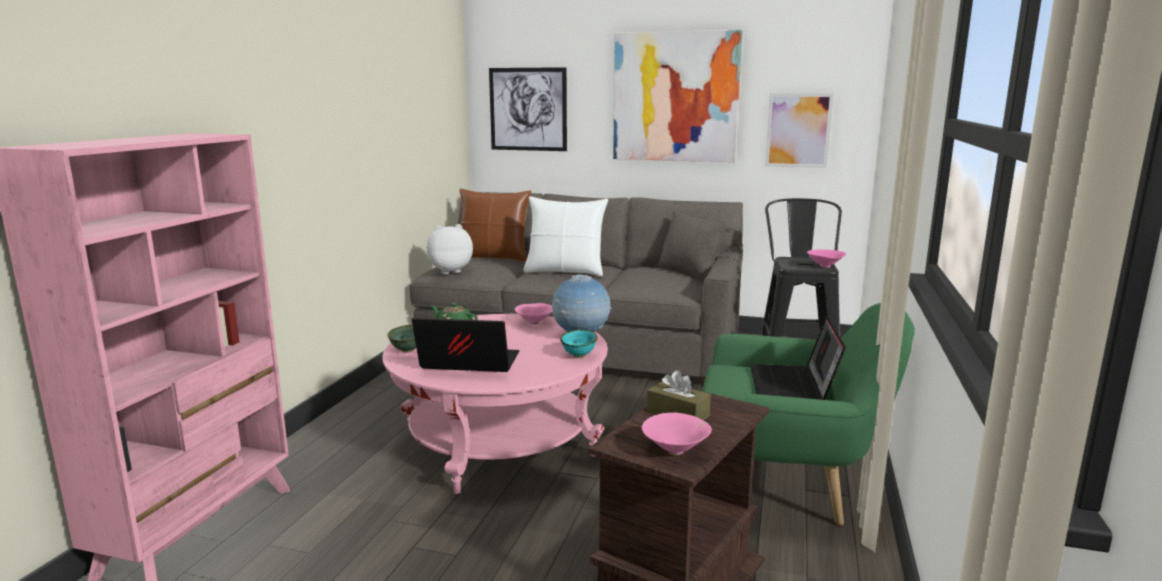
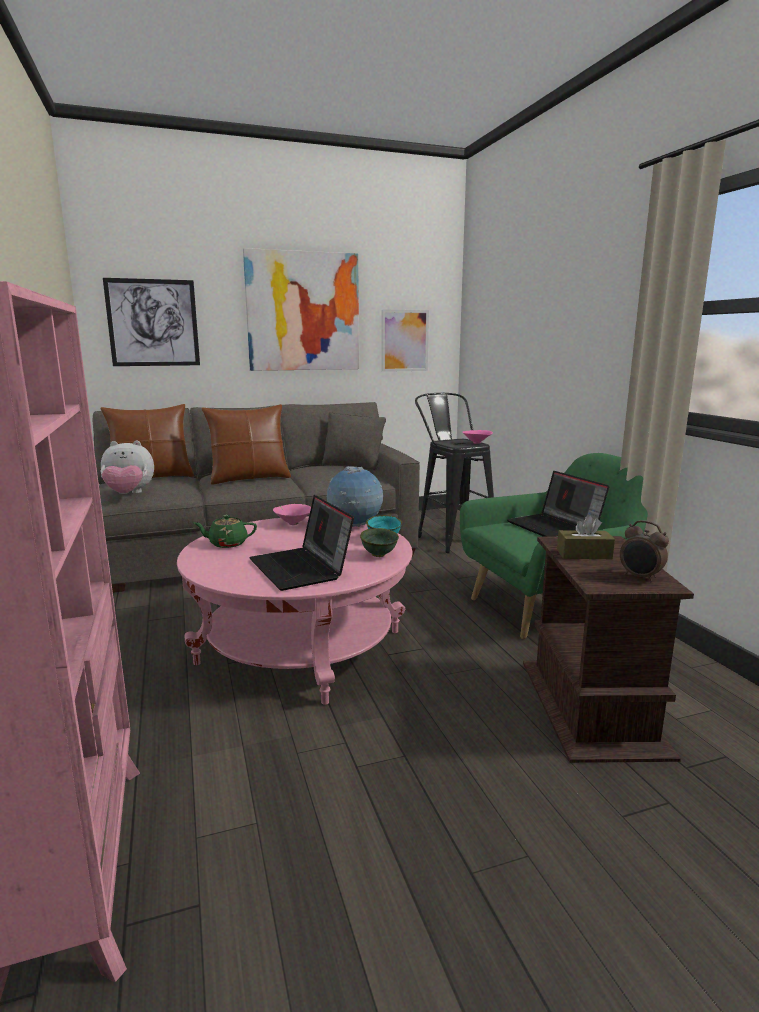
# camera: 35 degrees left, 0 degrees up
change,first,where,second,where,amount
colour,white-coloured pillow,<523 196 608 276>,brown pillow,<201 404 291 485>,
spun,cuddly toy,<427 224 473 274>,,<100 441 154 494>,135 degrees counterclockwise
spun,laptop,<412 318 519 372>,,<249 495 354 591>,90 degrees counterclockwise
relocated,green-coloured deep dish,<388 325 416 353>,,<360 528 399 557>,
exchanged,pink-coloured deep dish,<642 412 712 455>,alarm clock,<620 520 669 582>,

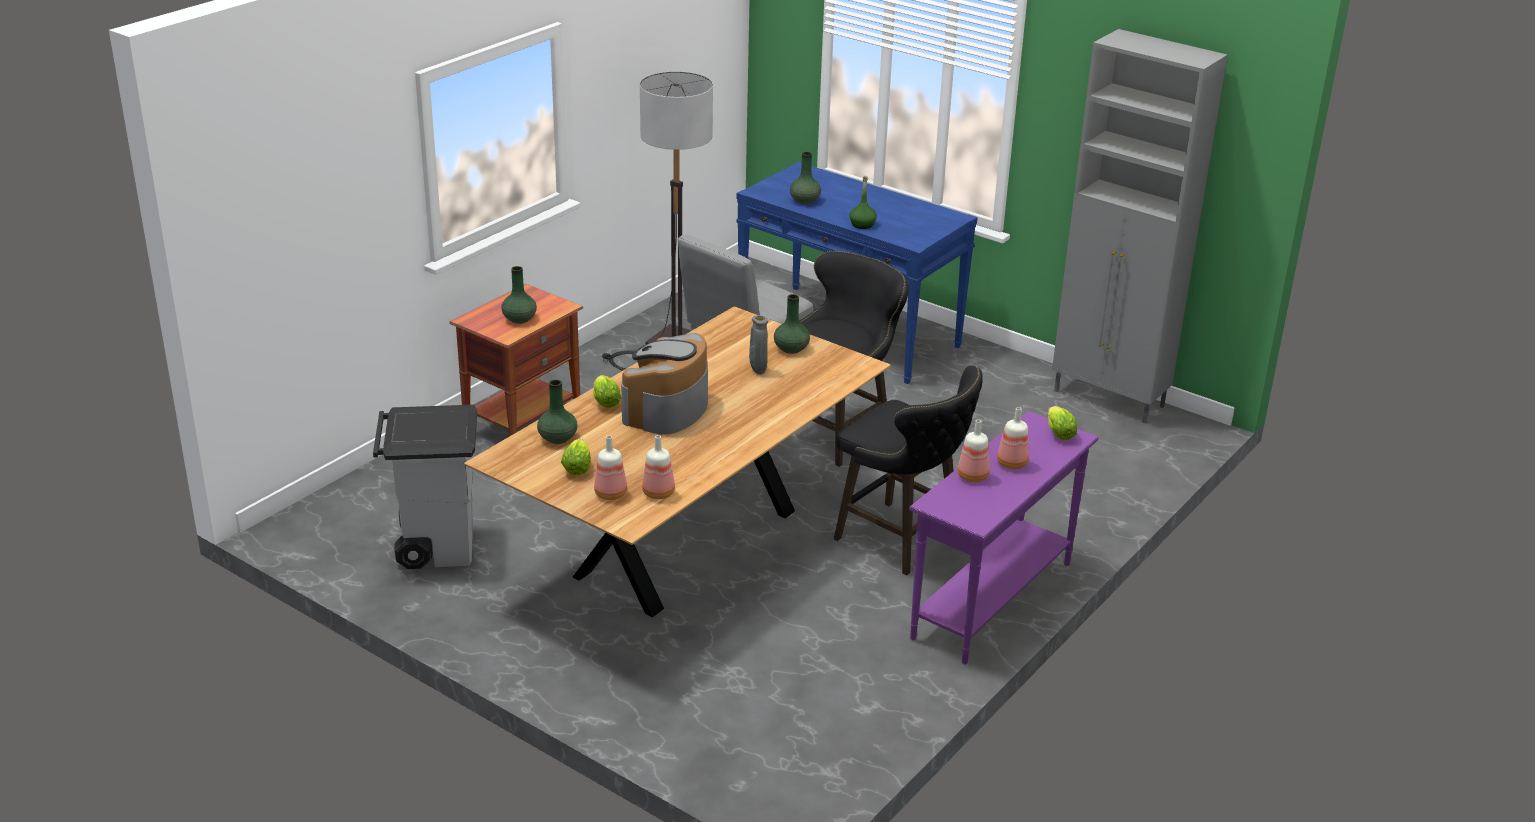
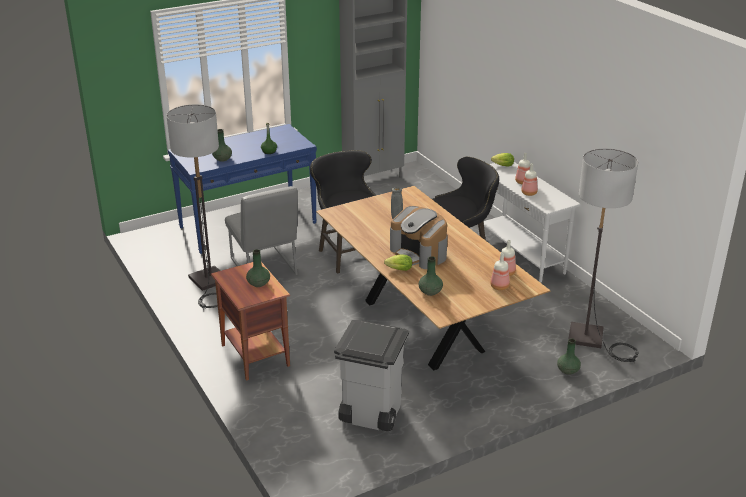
# camera: 65 degrees left, 0 degrees up
change,first,where,second,where,amount
relocated,green-coloured vase,<774 294 810 354>,,<557 338 581 375>,
colour,purplish narrow table,<909 411 1099 665>,white-coloured narrow table,<479 162 581 283>,
missing,lettuce,<561 439 591 475>,,,
appeared,,,floor lamp,<568 148 638 362>,

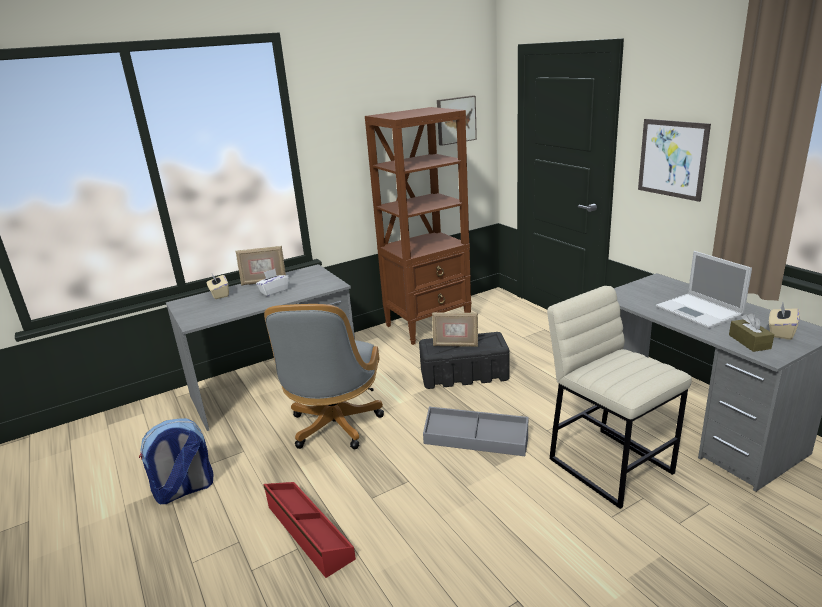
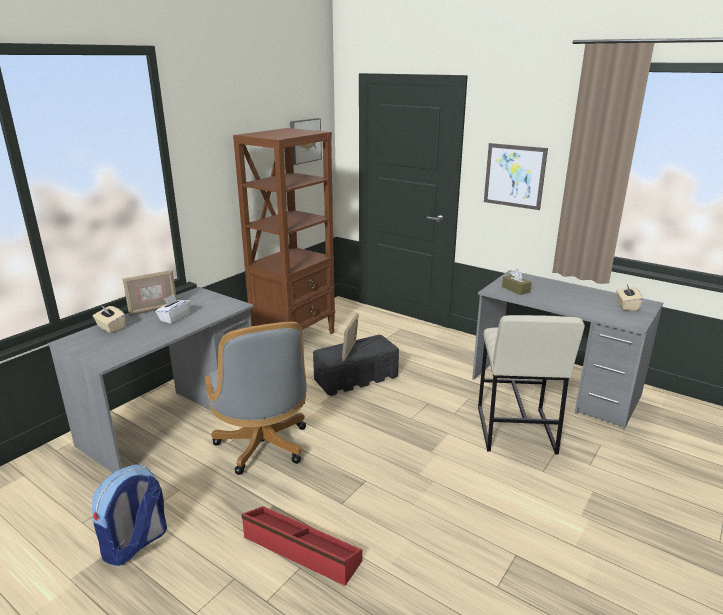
# camera: 25 degrees left, 0 degrees up
change,first,where,second,where,amount
missing,laptop,<656 251 752 329>,,,
spun,beige-coloured chair,<547 286 692 509>,,<478 315 585 454>,120 degrees counterclockwise
spun,picture frame,<432 312 478 347>,,<342 313 359 361>,120 degrees clockwise
relocated,brown box of tissues,<729 313 774 352>,,<502 269 532 295>,
missing,gray storage bin,<423 407 529 456>,,,

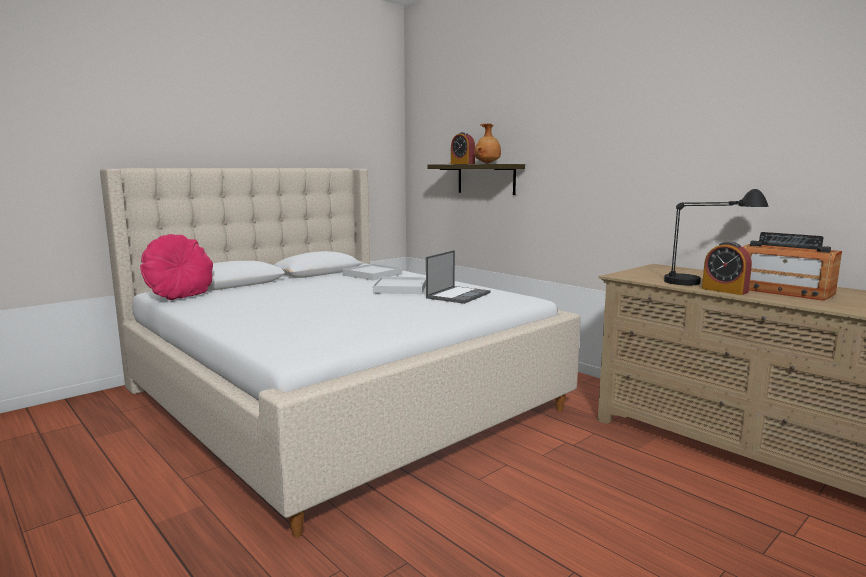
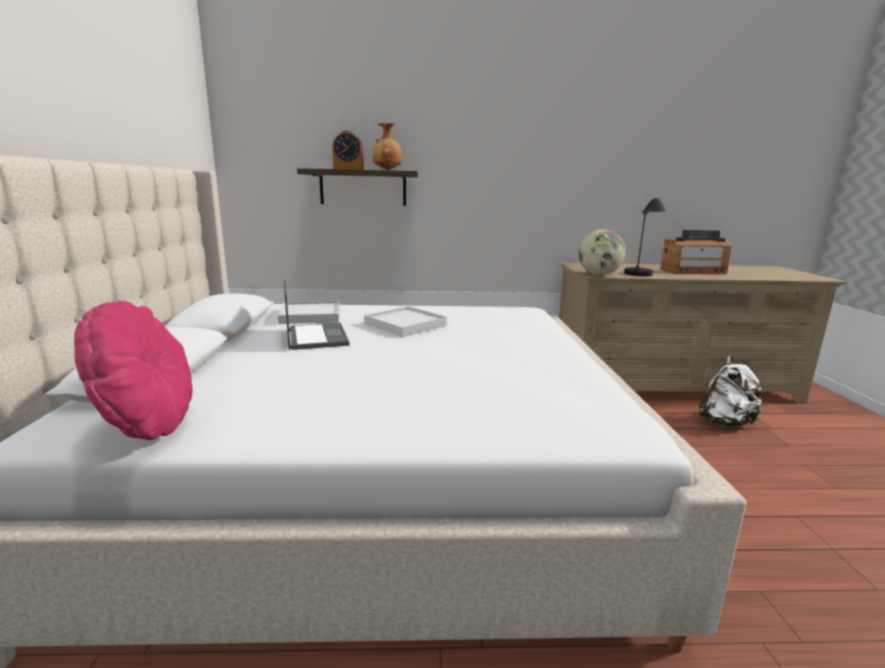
# camera: 50 degrees left, 5 degrees up
change,first,where,second,where,amount
missing,alarm clock,<702 242 752 295>,,,
relocated,laptop,<426 250 490 304>,,<284 280 350 350>,
appeared,,,world globe,<578 229 626 275>,
appeared,,,white-coloured rucksack,<699 356 765 427>,

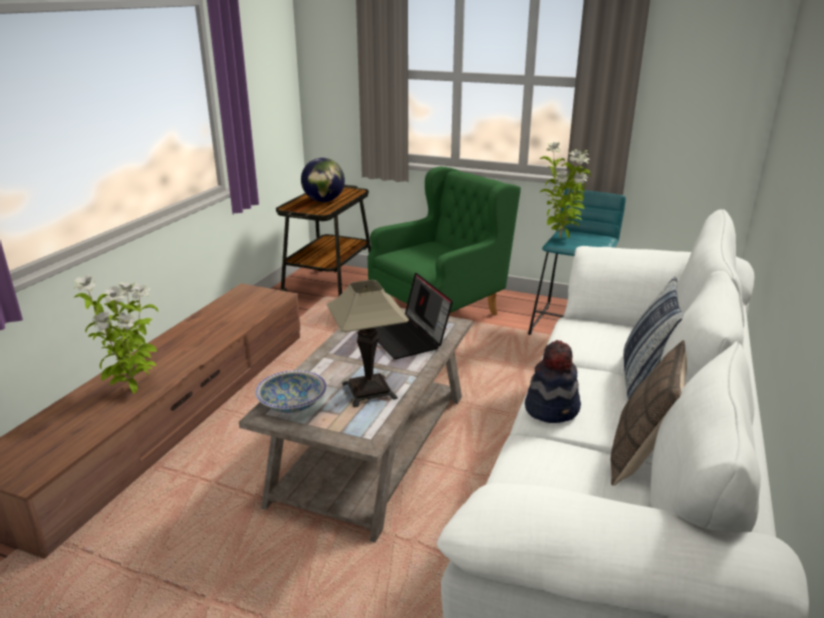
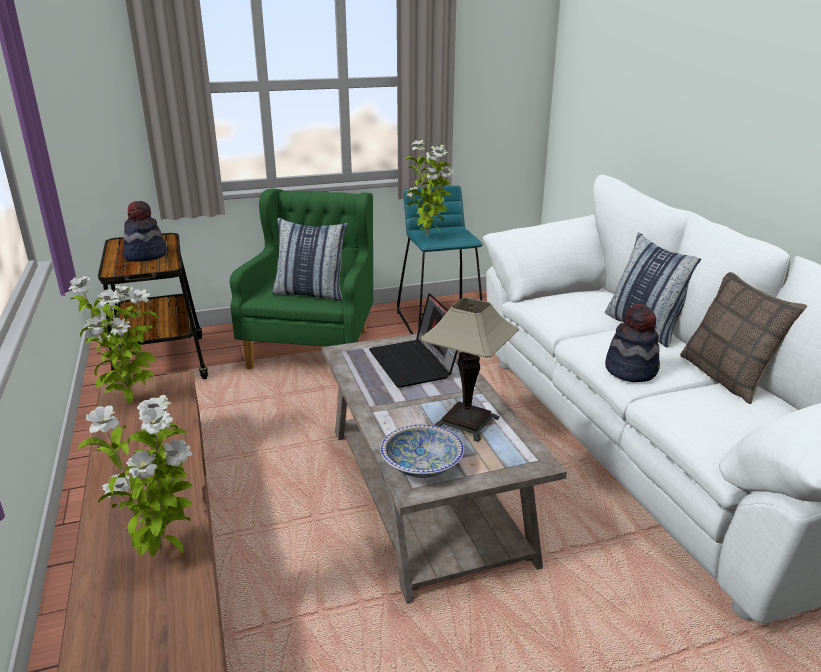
# camera: 40 degrees left, 0 degrees up
change,first,where,second,where,amount
exchanged,world globe,<301 158 345 202>,hat,<122 201 167 262>,
spun,laptop,<373 273 453 359>,,<369 293 458 388>,45 degrees clockwise
appeared,,,pillow,<272 218 348 301>,
appeared,,,houseplant,<69 276 158 404>,

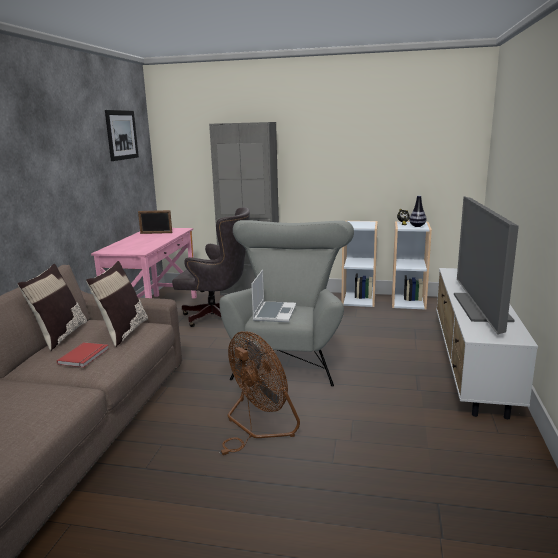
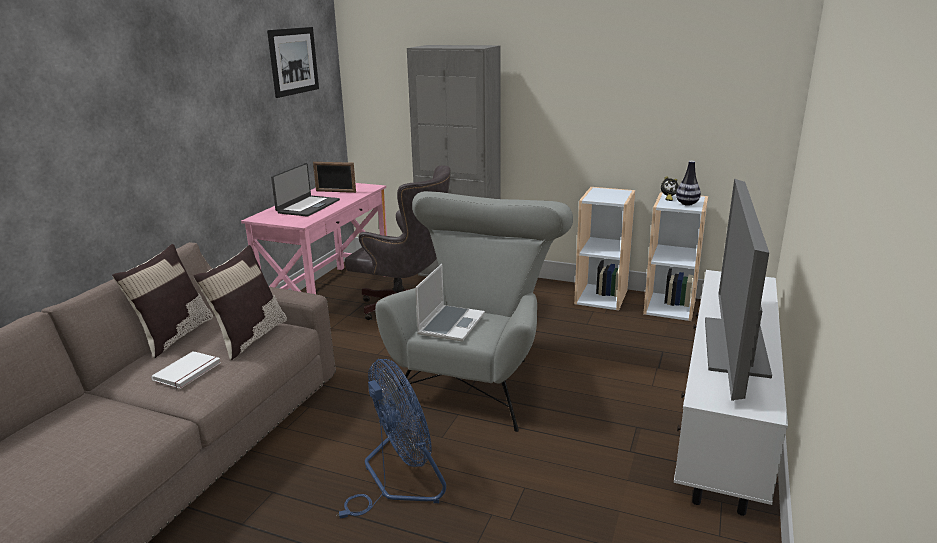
# camera: 10 degrees right, 5 degrees up
change,first,where,second,where,amount
colour,brown cooling fan,<219 331 300 455>,bluish cooling fan,<336 359 446 519>,
colour,red-coloured book,<57 342 109 367>,white-coloured book,<151 351 221 389>,
appeared,,,laptop,<271 163 340 217>,

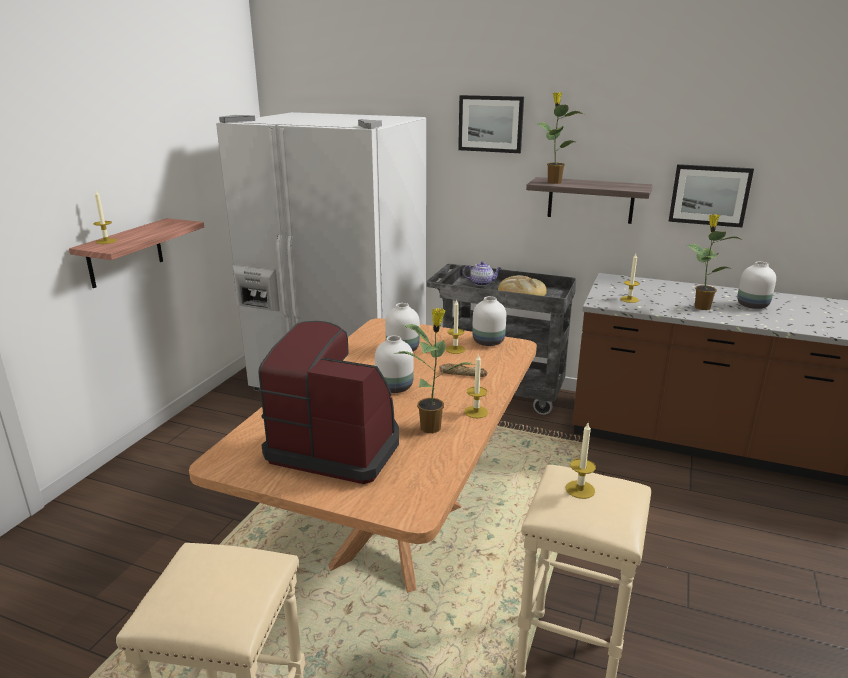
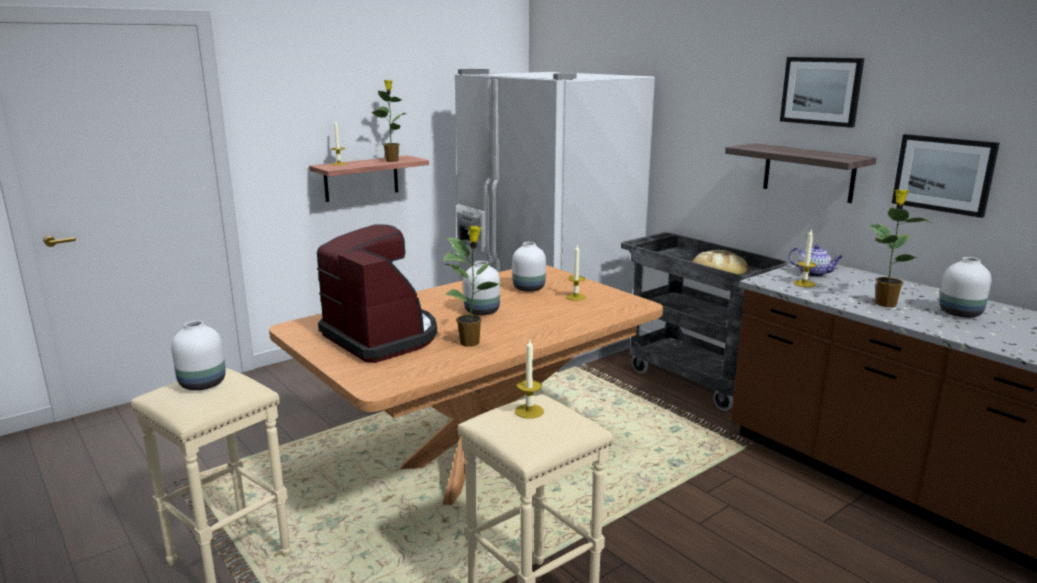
# camera: 30 degrees right, 5 degrees down
change,first,where,second,where,amount
relocated,houseplant,<537 92 583 184>,,<372 80 406 162>,
relocated,picture,<458 95 524 153>,,<780 57 864 128>,
relocated,pot for tea,<463 261 501 286>,,<789 245 843 277>,
relocated,white-coloured vase,<472 296 506 346>,,<171 321 226 390>,
missing,candle,<464 353 488 418>,,,
missing,baked bread,<439 363 488 377>,,,

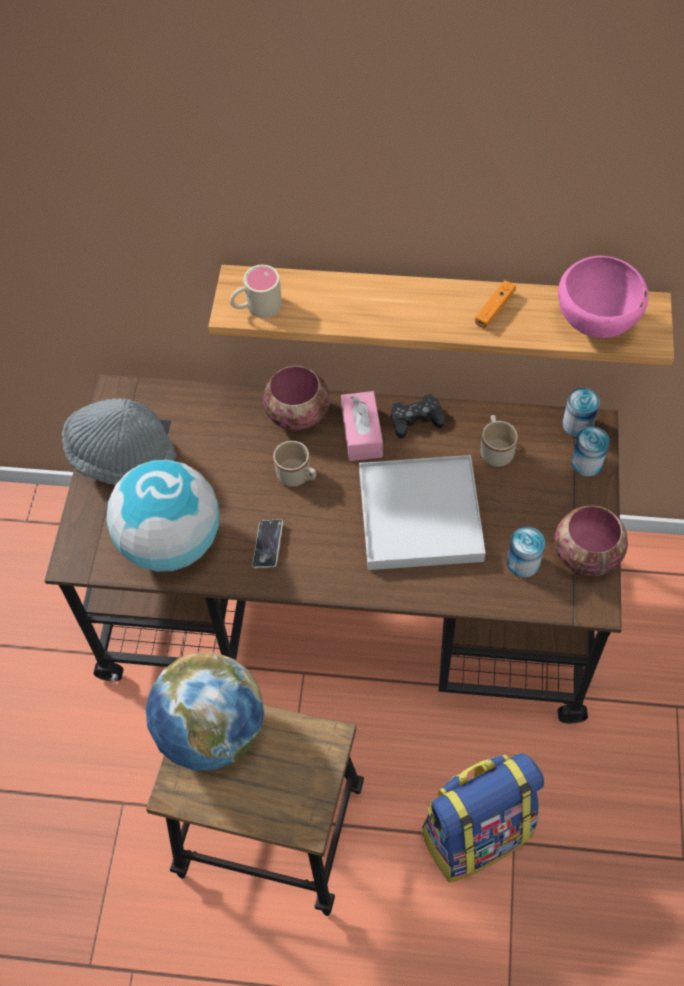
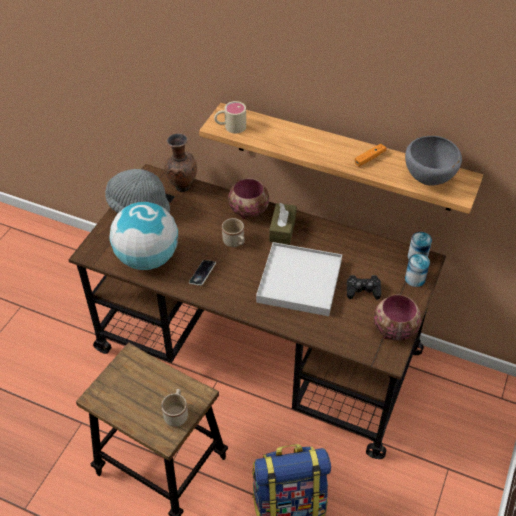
# camera: 15 degrees right, 10 degrees down
change,first,where,second,where,amount
colour,pink-coloured deep dish,<558 256 648 338>,gray deep dish,<405 136 462 186>,
colour,pink-coloured box of tissues,<341 391 383 461>,brown box of tissues,<269 203 297 245>,
relocated,blackish gamepad,<391 394 444 439>,,<347 275 382 300>,
relocated,beige-coloured coffee mug,<481 415 518 467>,,<161 389 188 427>,
missing,sealed can,<507 527 545 578>,,,
missing,world globe,<145 652 264 770>,,,
appeared,,,brown vase,<165 133 197 192>,

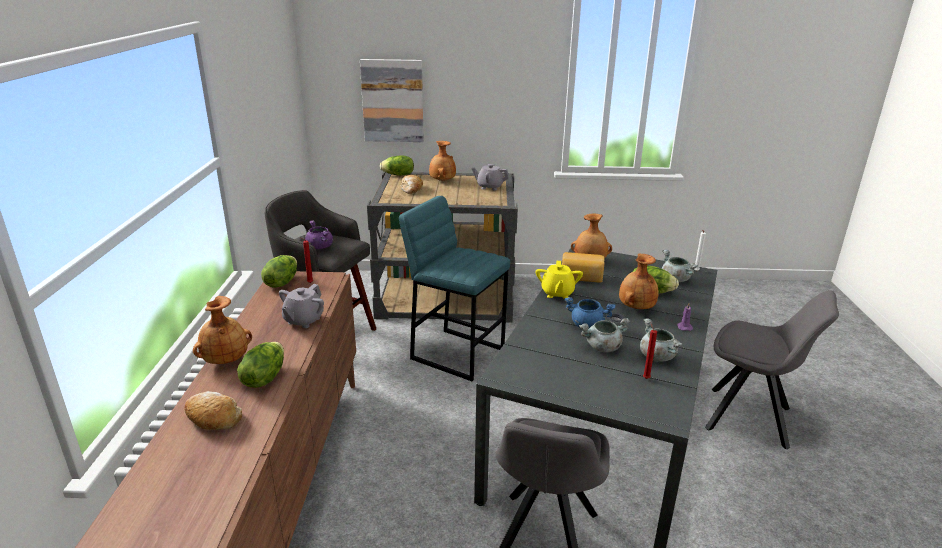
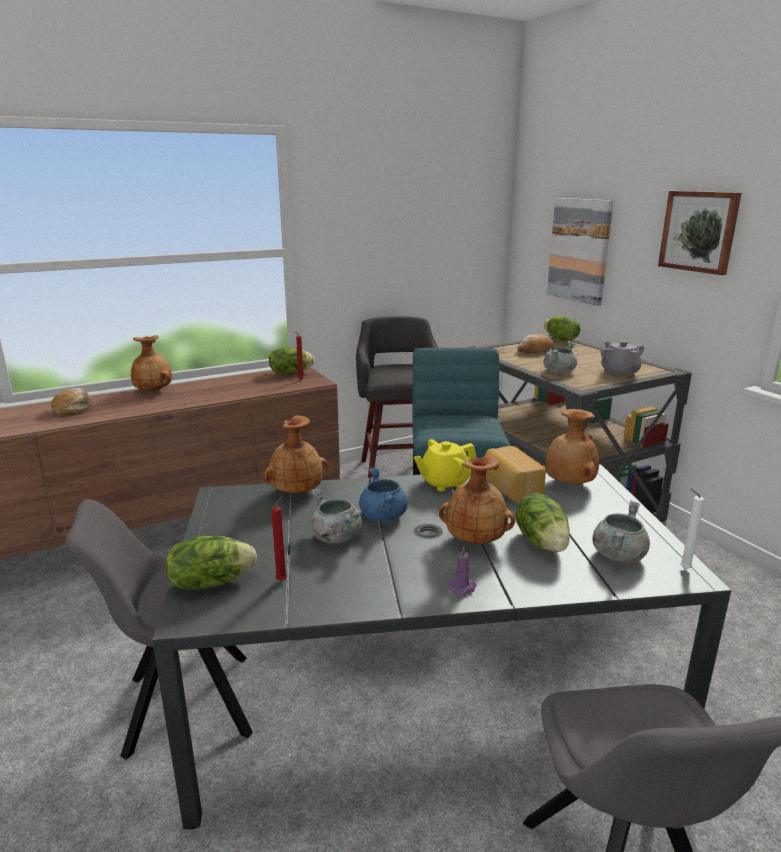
# camera: 60 degrees right, 5 degrees down
change,first,where,second,where,amount
relocated,brown vase,<429 141 456 181>,,<264 415 328 493>,
missing,purplish stockpot,<305 221 333 249>,,,
missing,gray pot for tea,<279 284 324 328>,,,
relocated,gray stockpot,<640 318 683 362>,,<543 341 577 373>,
relocated,lettuce,<237 342 284 388>,,<165 536 257 590>,
appeared,,,picture,<658 191 742 275>,

